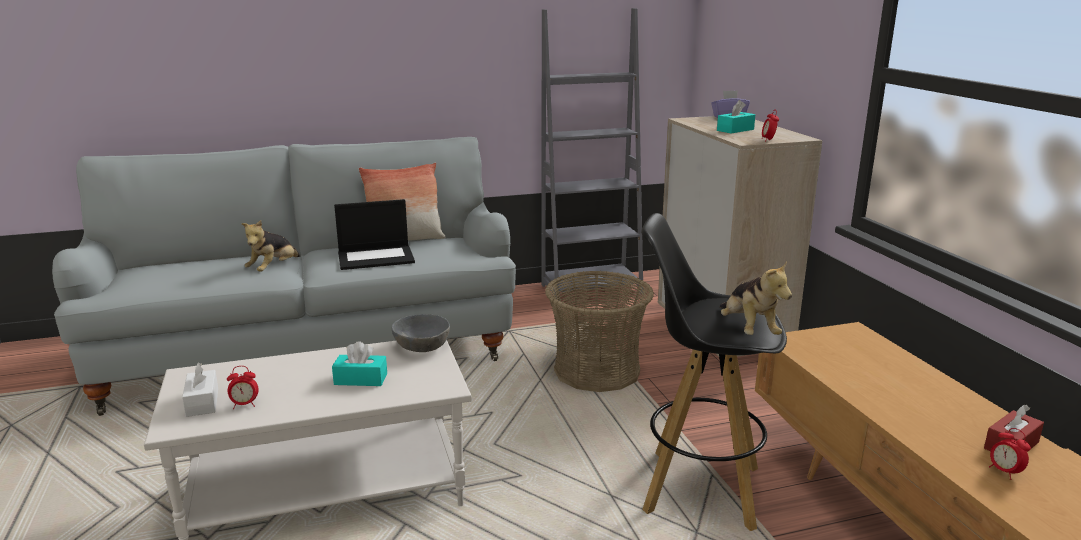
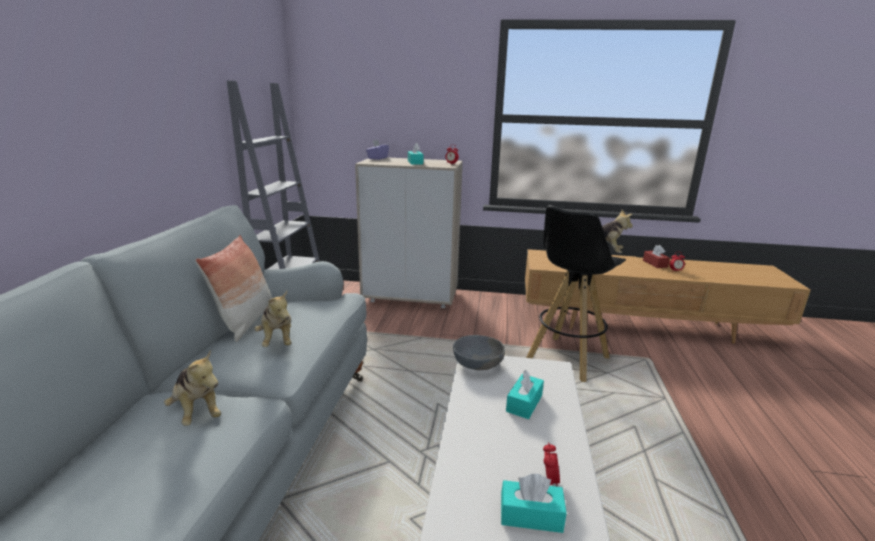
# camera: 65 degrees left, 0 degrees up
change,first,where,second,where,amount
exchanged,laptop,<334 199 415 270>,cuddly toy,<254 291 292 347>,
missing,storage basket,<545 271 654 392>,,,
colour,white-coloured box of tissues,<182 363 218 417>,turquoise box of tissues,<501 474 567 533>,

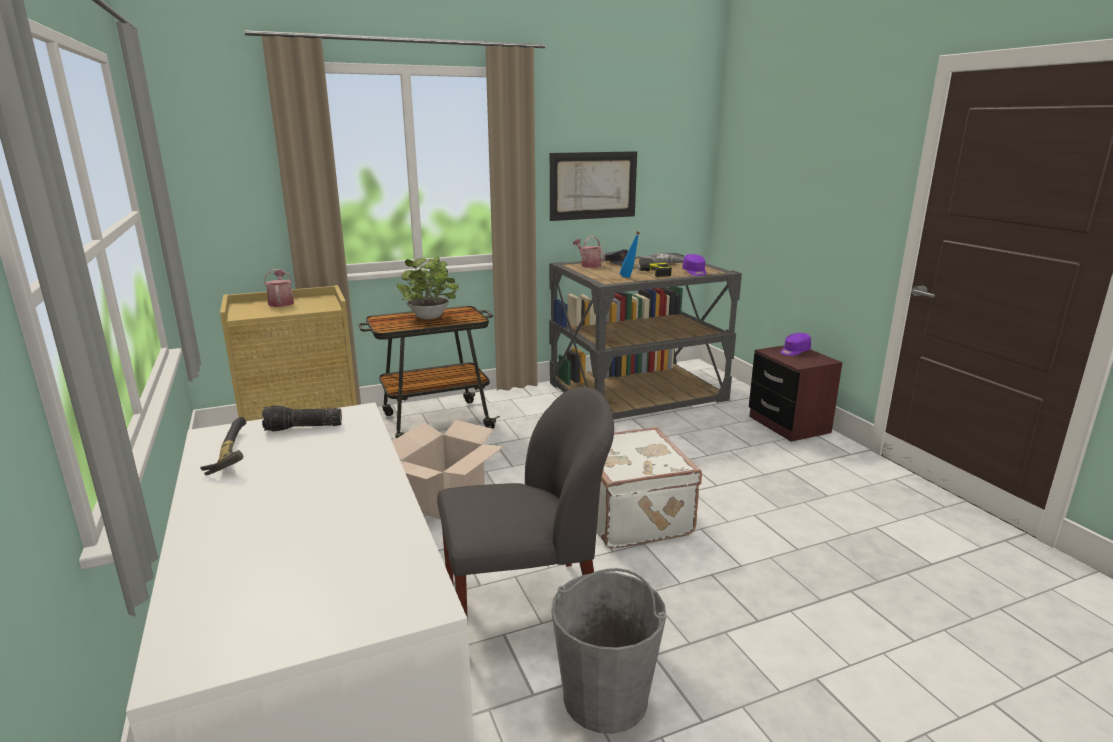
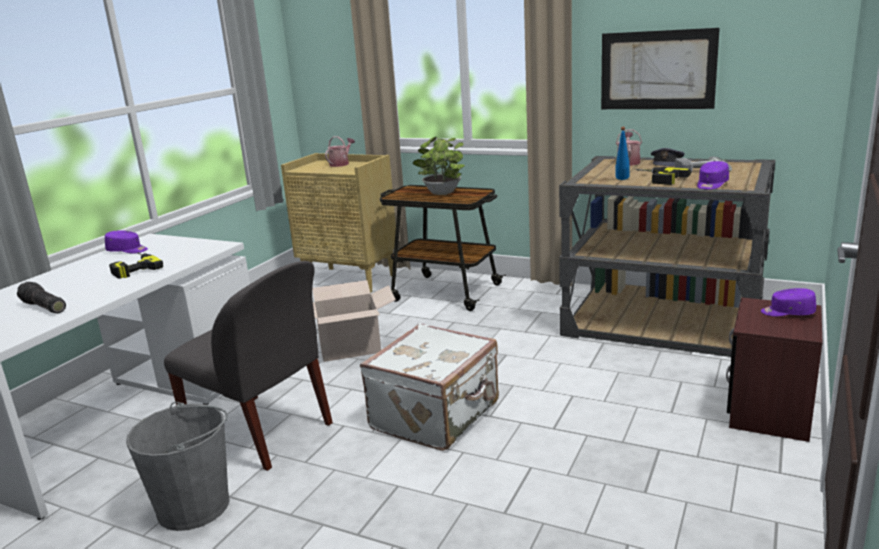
# camera: 50 degrees right, 0 degrees up
change,first,where,second,where,amount
relocated,flashlight,<262 405 342 431>,,<17 282 66 313>,
exchanged,hammer,<200 417 246 476>,purplish cap,<105 230 148 253>,
appeared,,,power drill,<109 252 163 279>,

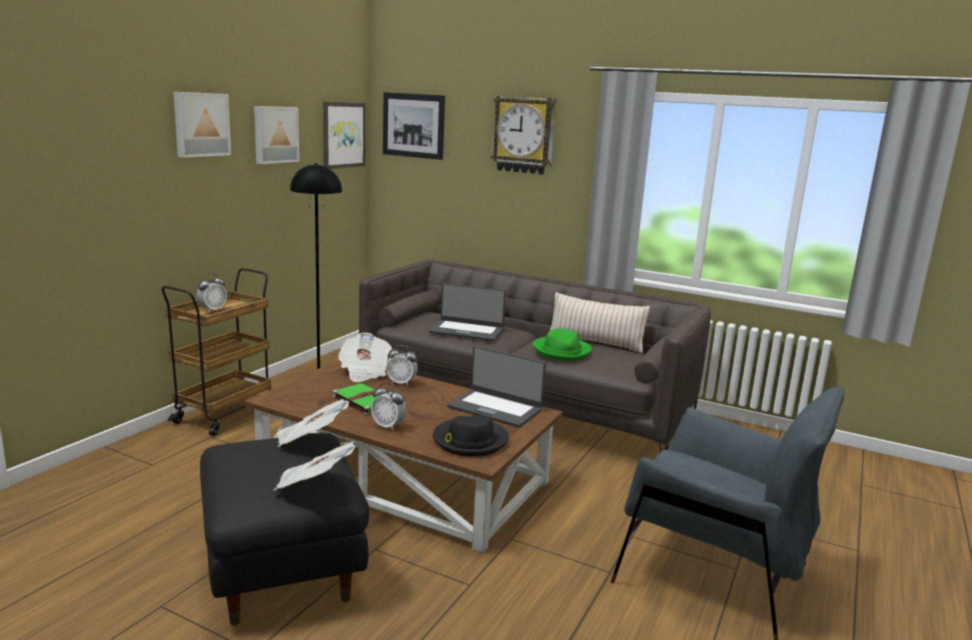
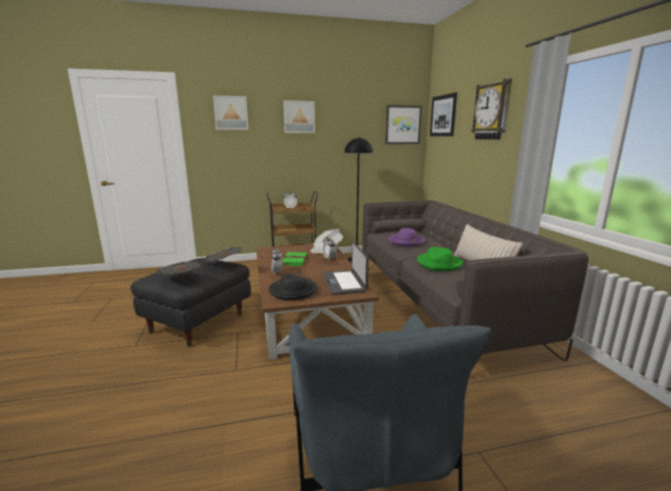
# camera: 50 degrees right, 0 degrees up
change,first,where,second,where,amount
relocated,picture,<254 106 299 164>,,<213 95 248 130>,
exchanged,laptop,<429 283 506 341>,purplish hat,<388 228 425 247>,

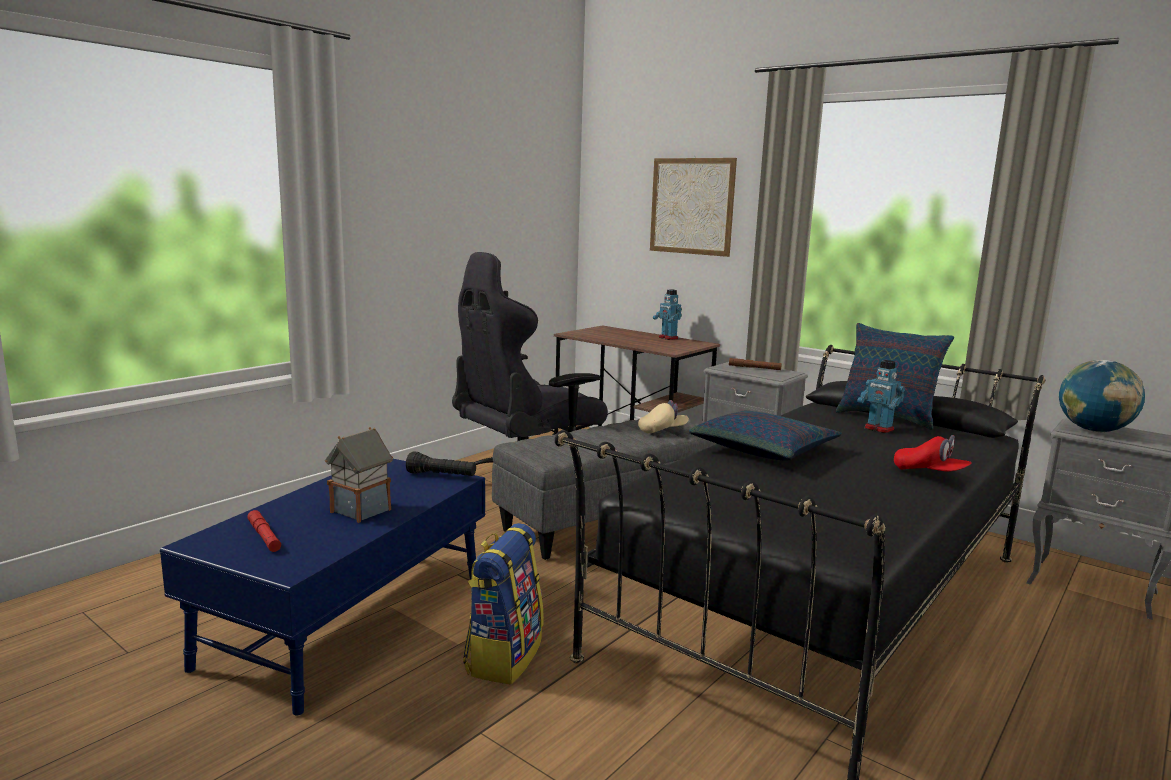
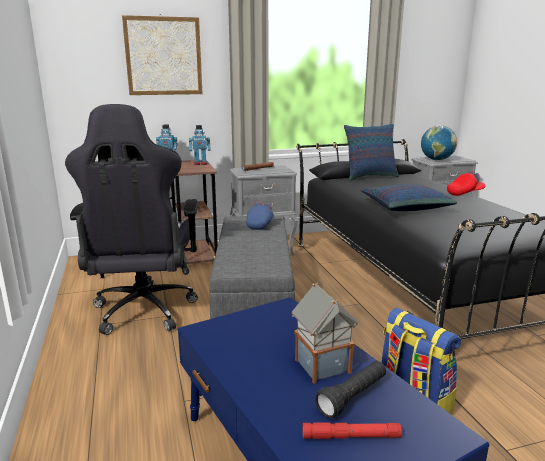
# camera: 55 degrees left, 5 degrees up
change,first,where,second,where,amount
relocated,toy robot,<857 360 905 433>,,<189 125 211 165>,
colour,beige-coloured cap,<638 400 689 433>,bluish cap,<246 202 274 230>,
relocated,blackish flashlight,<406 451 476 476>,,<315 361 386 418>,

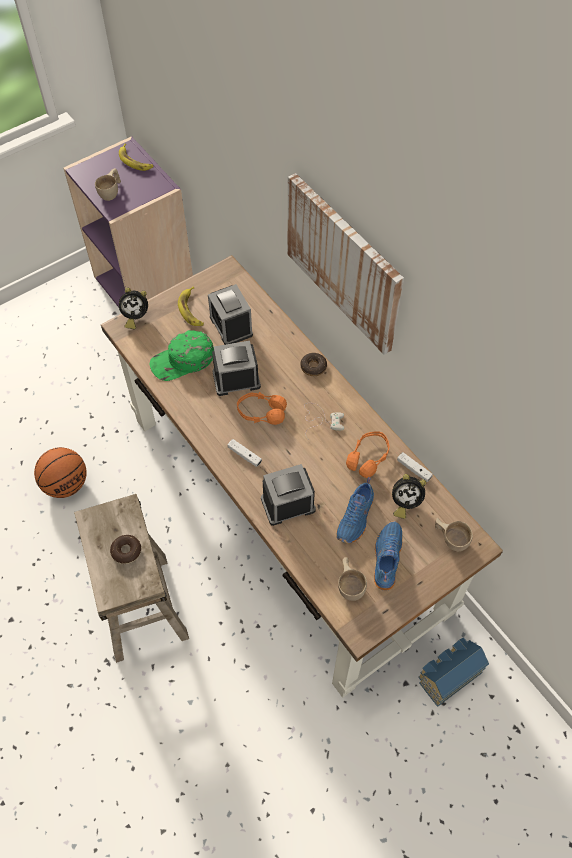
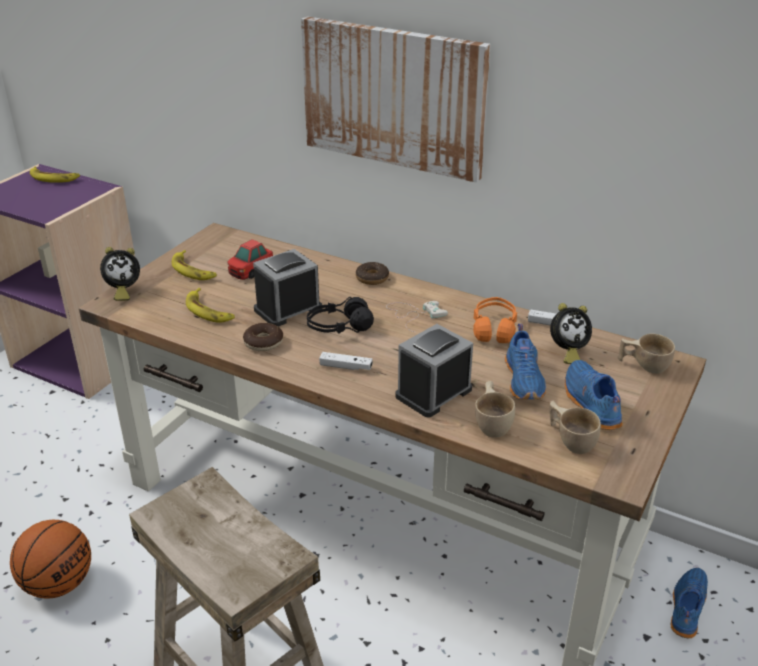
# camera: 25 degrees left, 25 degrees down
change,first,where,second,where,amount
relocated,beige-coloured small cup,<95 168 121 201>,,<475 381 515 438>,
exchanged,alarm clock,<208 284 253 345>,model car,<228 239 273 280>,
exchanged,green-coloured cap,<149 330 214 381>,whole banana,<186 288 235 323>,
colour,orange-coloured headset,<237 392 287 425>,blackish headset,<307 297 374 334>,
relocated,donut,<110 535 141 564>,,<243 323 283 351>,
exchanged,model house,<418 637 489 707>,bluish shoe,<671 567 708 638>,

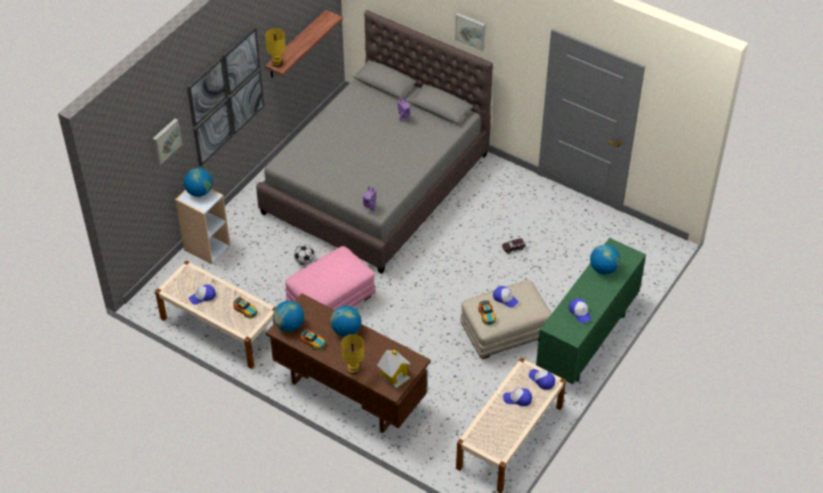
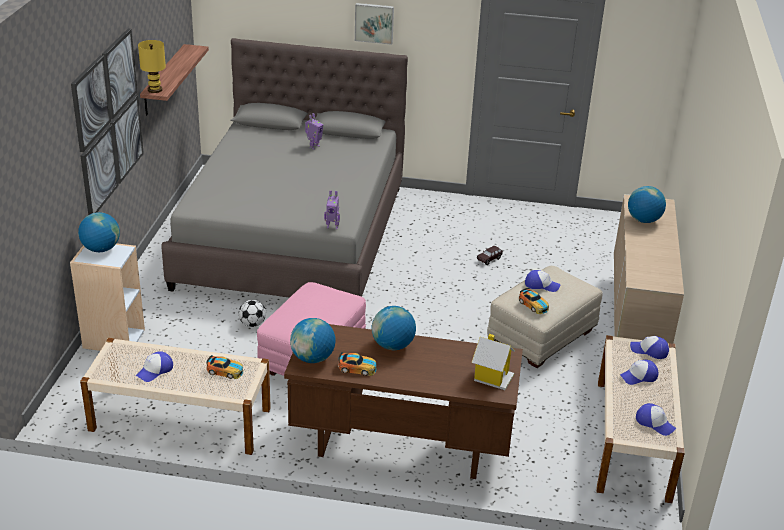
# camera: 25 degrees left, 15 degrees down
change,first,where,second,where,amount
missing,picture,<153 119 182 165>,,,
colour,green-coloured chest of drawers,<536 238 646 384>,beige-coloured chest of drawers,<614 194 684 344>,
relocated,cap,<569 298 591 323>,,<636 403 676 436>,
missing,yellow table lamp,<341 334 364 374>,,,

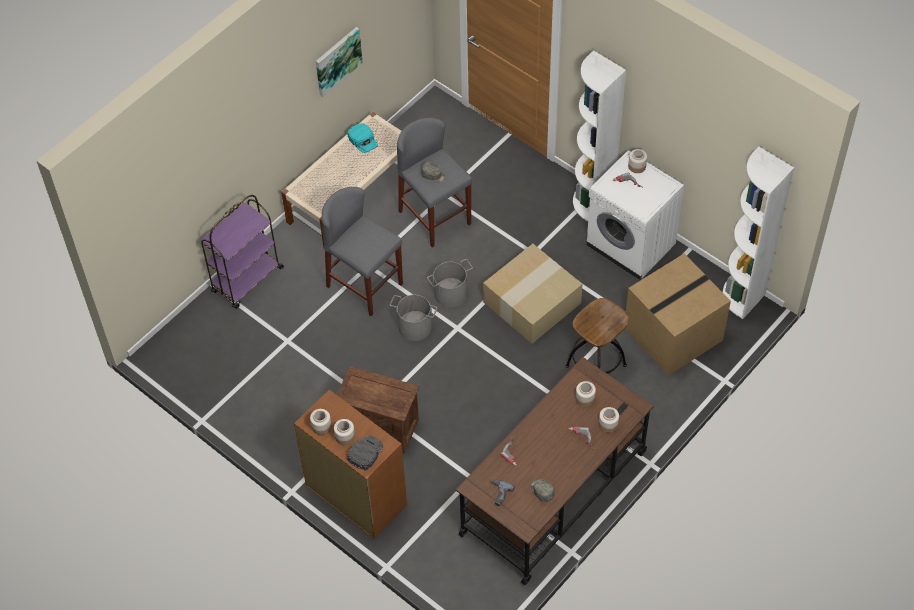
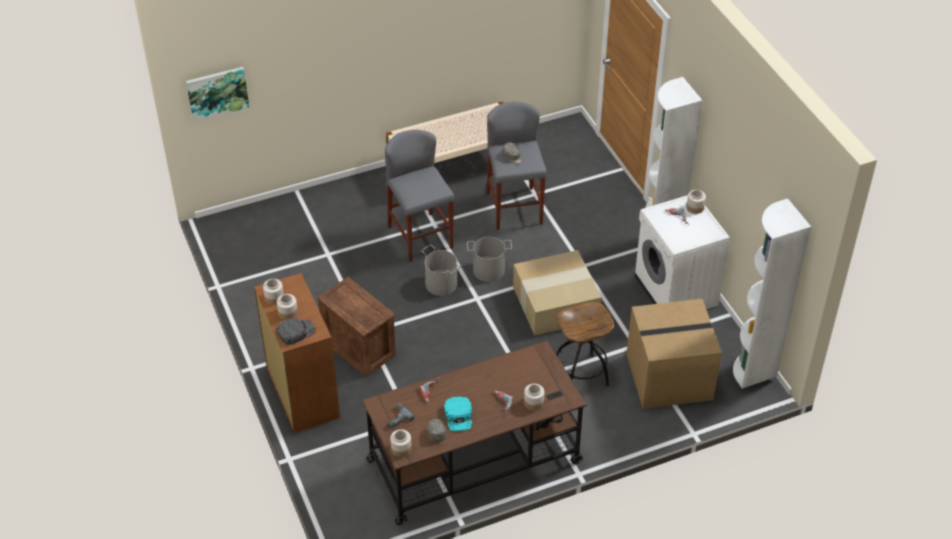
# camera: 25 degrees right, 10 degrees down
change,first,where,second,where,amount
relocated,picture,<316 27 363 97>,,<186 67 250 122>,
relocated,turquoise cap,<347 123 378 153>,,<444 396 472 431>,
missing,purplish trolley,<201 195 284 309>,,,
relocated,storage jar,<576 381 596 407>,,<390 429 412 457>,

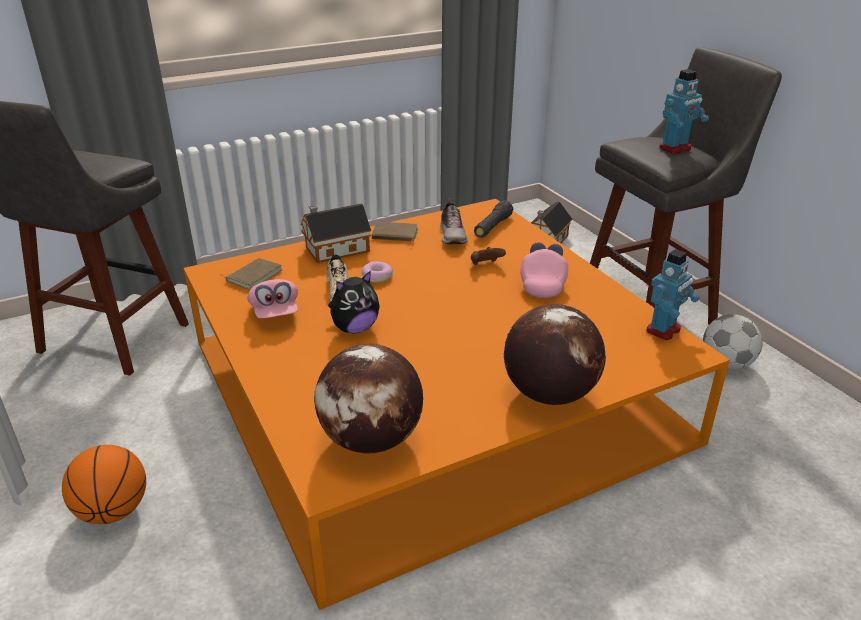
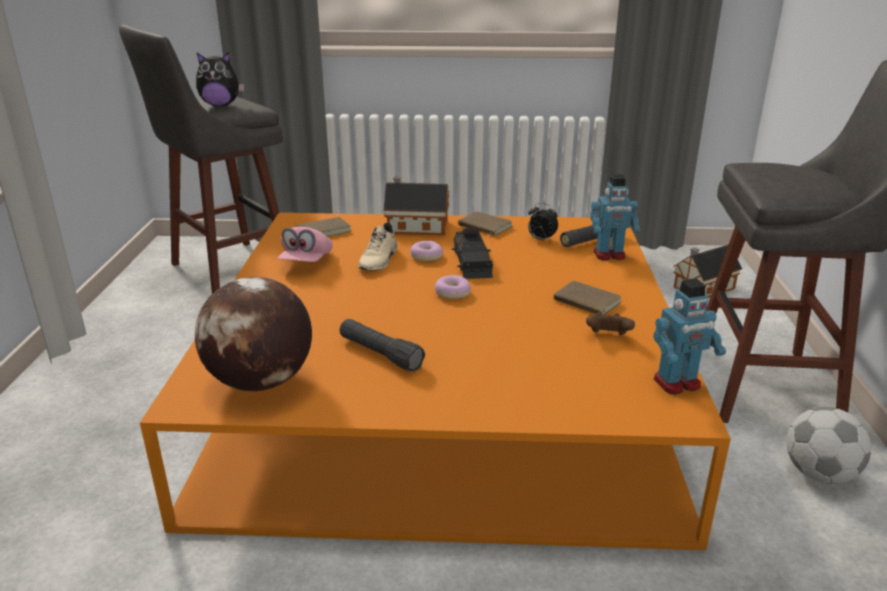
# camera: 30 degrees right, 5 degrees down
change,first,where,second,where,amount
relocated,toy robot,<659 69 709 154>,,<590 175 640 260>,
exchanged,shoe,<440 199 468 245>,alarm clock,<528 203 558 242>,
exchanged,pink-coloured cap,<520 242 568 298>,brown book,<554 281 622 315>,
relocated,brown gamepad,<471 247 506 265>,,<586 314 635 335>,
relocated,cuddly toy,<328 271 380 333>,,<196 52 245 106>,
missing,world globe,<504 304 606 405>,,,
missing,basketball,<62 445 146 524>,,,
appeared,,,blackish model car,<452 227 494 279>,
appeared,,,donut,<435 275 471 299>,
appeared,,,blackish flashlight,<339 319 425 371>,

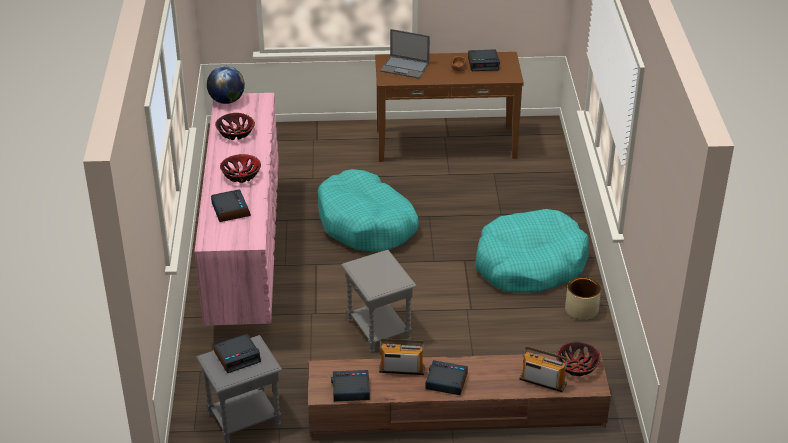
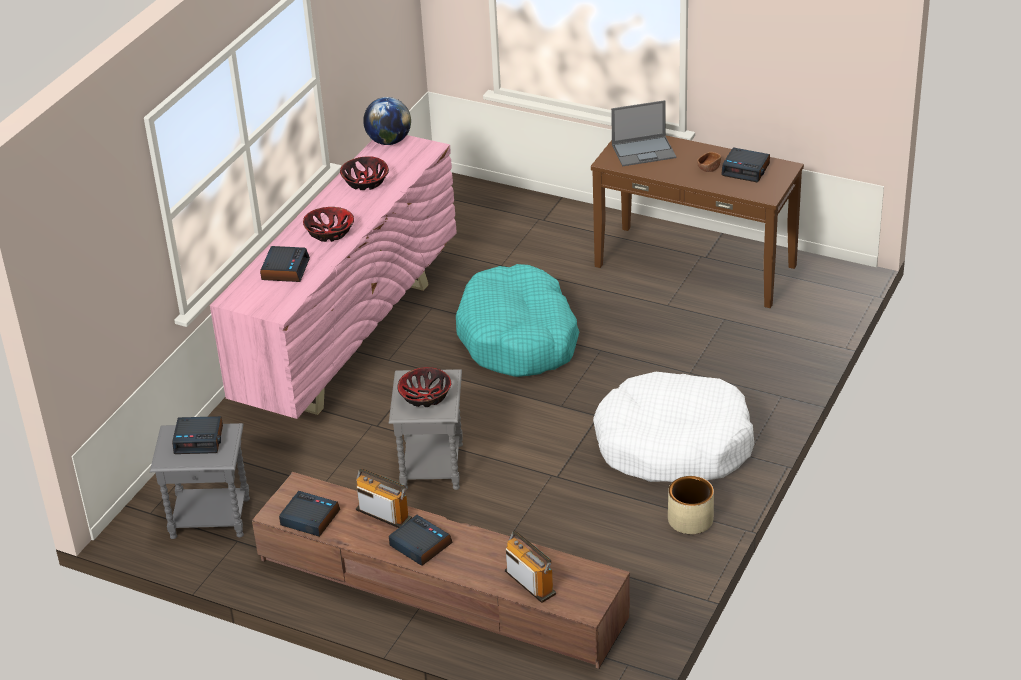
# camera: 30 degrees right, 0 degrees up
change,first,where,second,where,amount
spun,laptop,<380 29 430 79>,,<611 100 676 166>,60 degrees counterclockwise
colour,turquoise pet bed,<475 209 589 293>,white-coloured pet bed,<593 372 754 482>,
relocated,deep dish,<556 342 601 376>,,<397 367 452 407>,

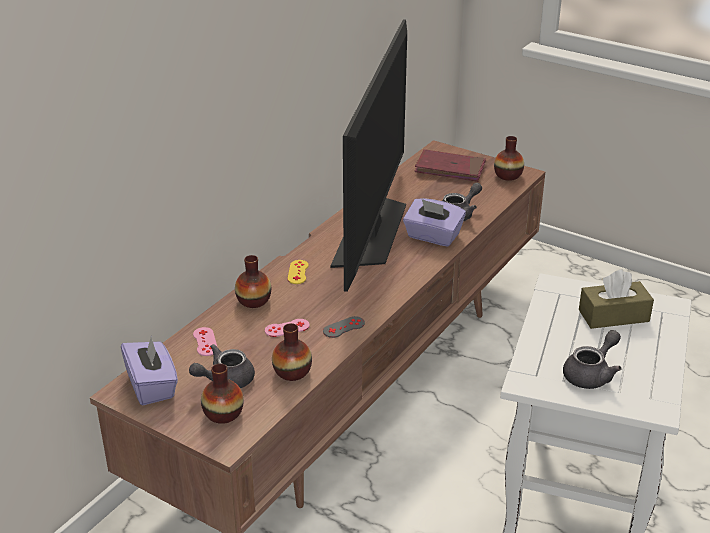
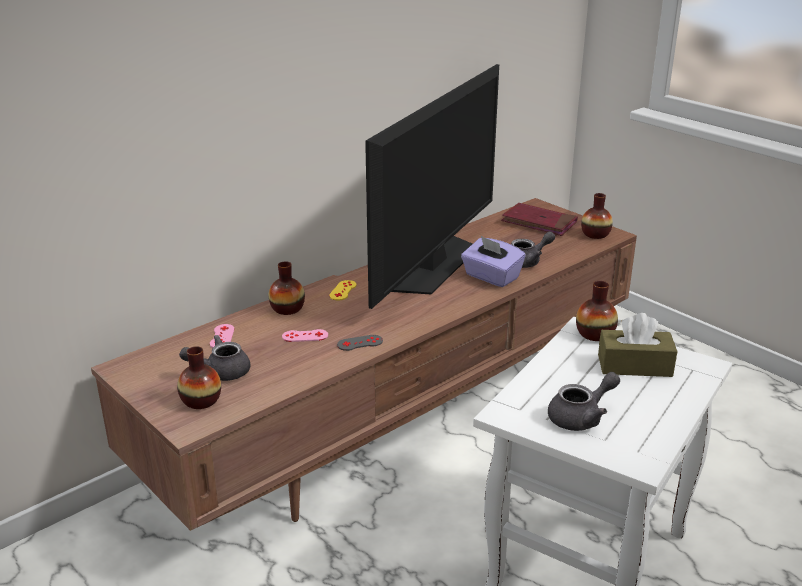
# camera: 15 degrees right, 5 degrees down
change,first,where,second,where,amount
relocated,vase,<272 323 312 381>,,<576 281 618 341>,
missing,purplish box of tissues,<121 335 178 405>,,,

